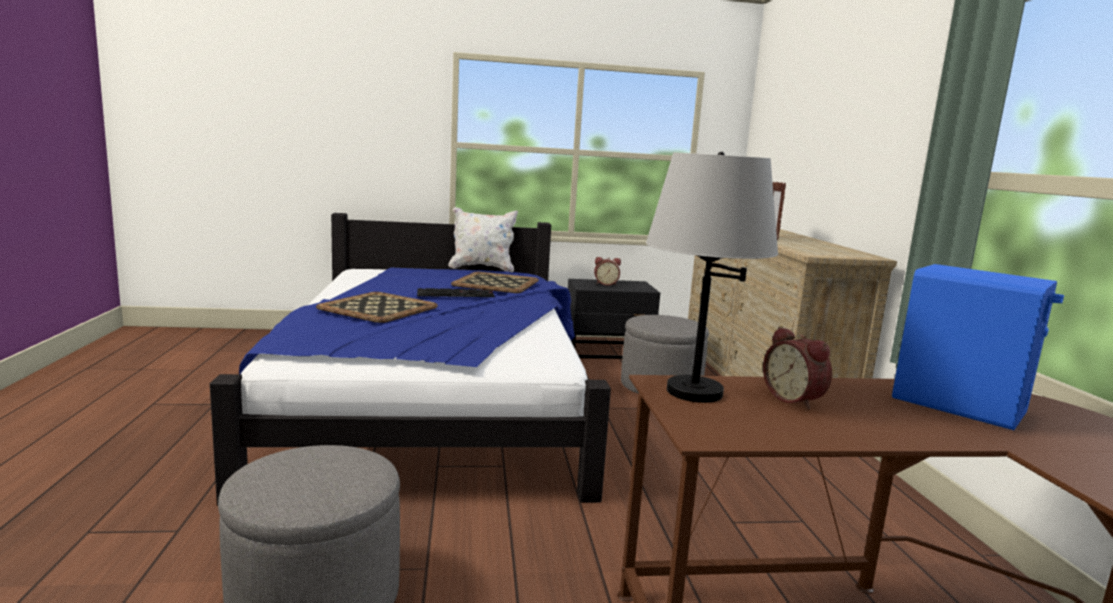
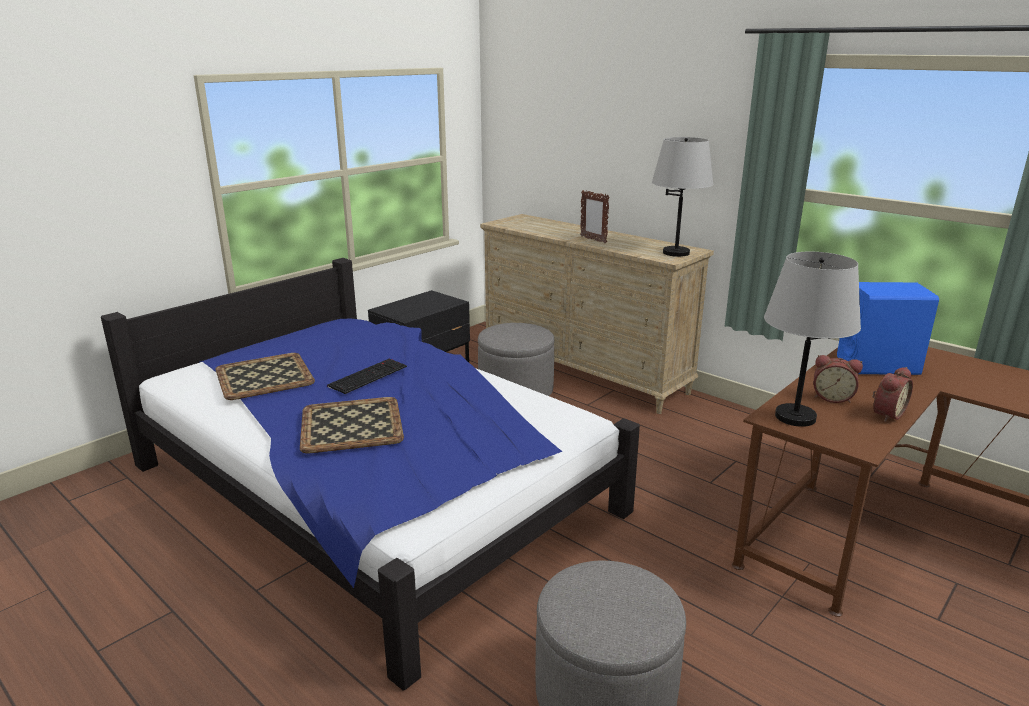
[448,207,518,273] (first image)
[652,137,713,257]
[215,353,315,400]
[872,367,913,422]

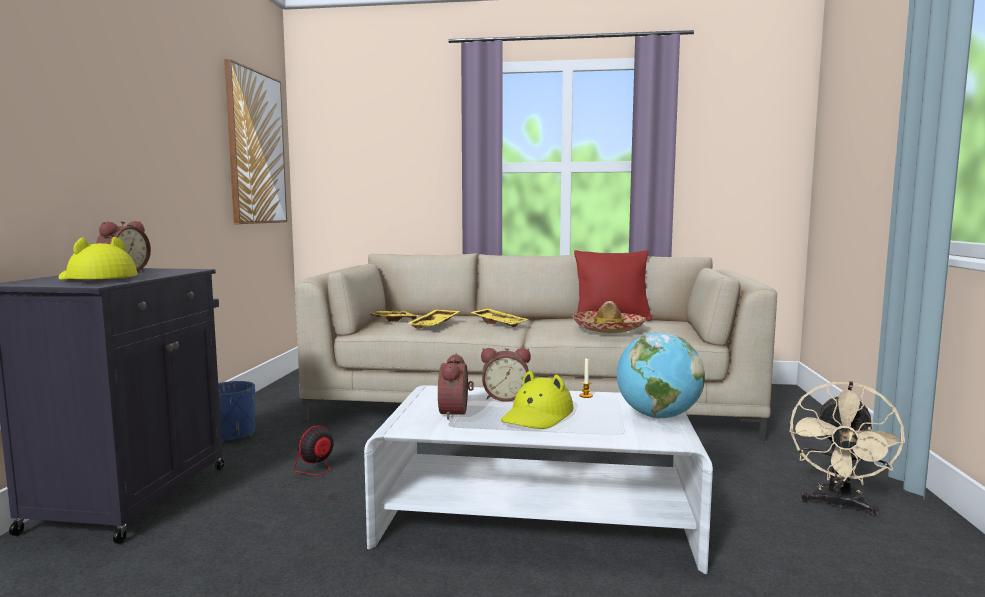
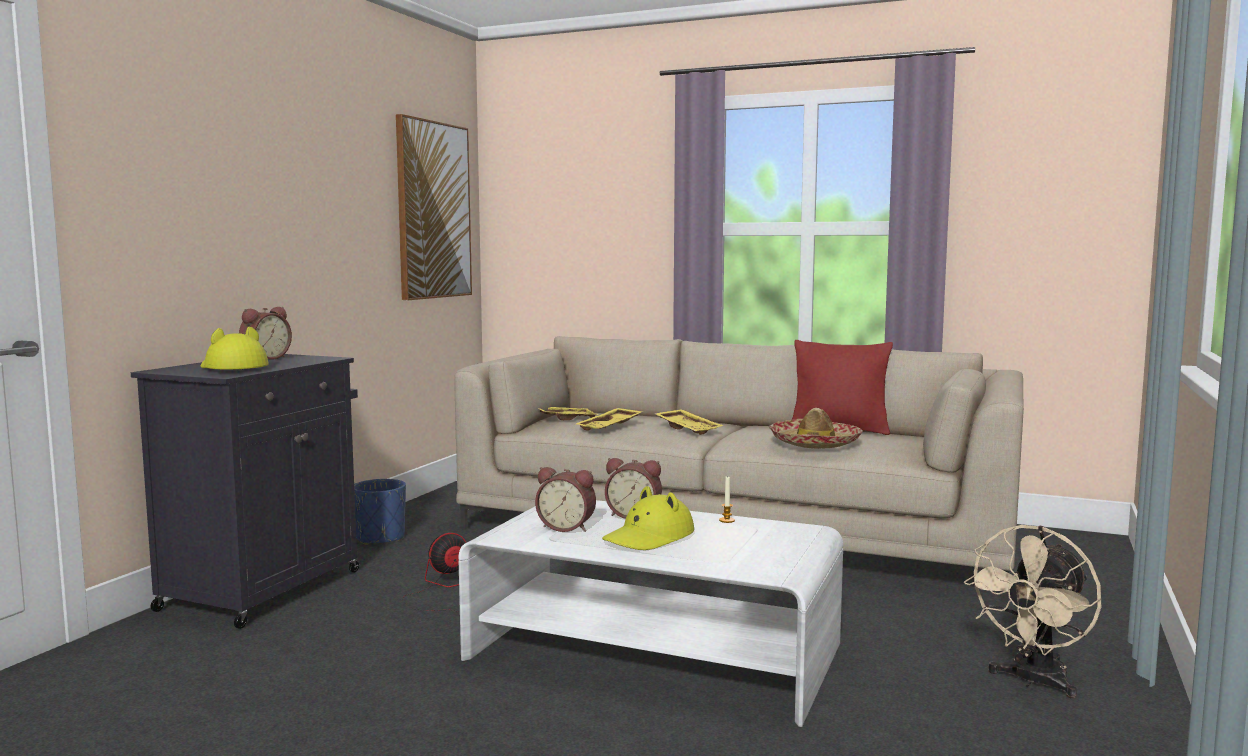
[617,332,705,419] (first image)
[535,467,596,532]

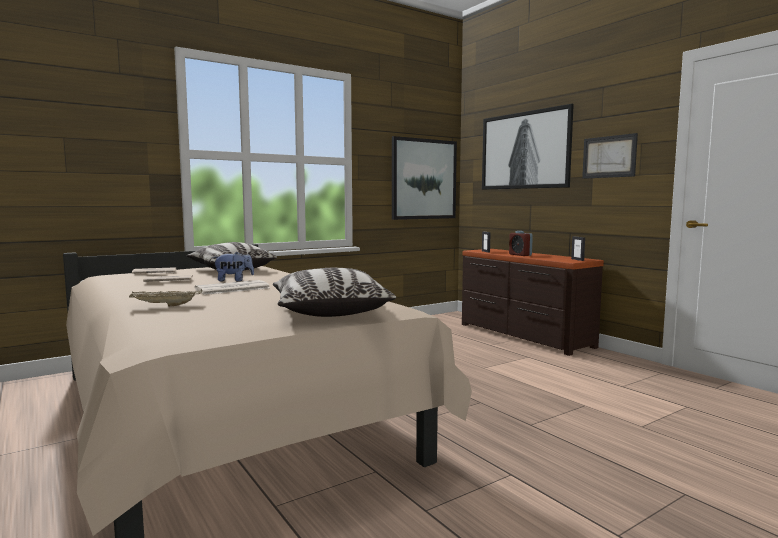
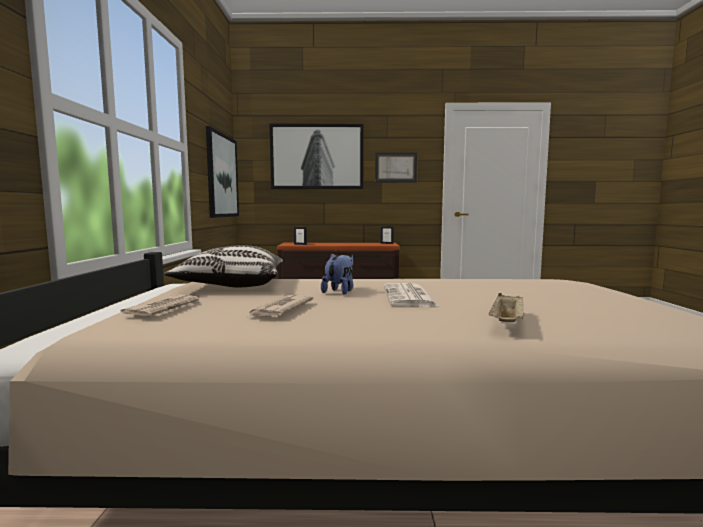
[273,268,396,317] (first image)
[509,231,533,256] (first image)

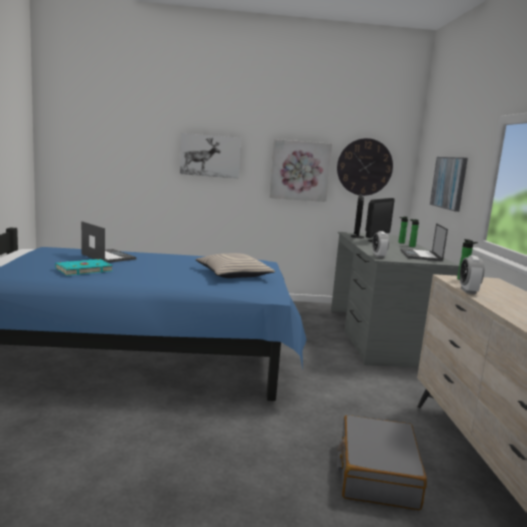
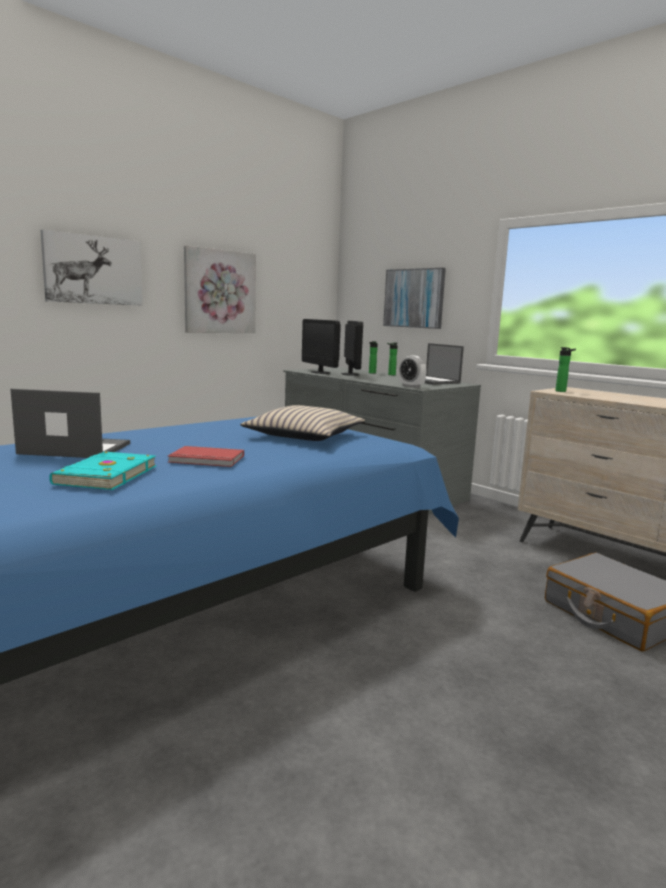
[337,138,393,196] (first image)
[459,255,484,294] (first image)
[168,446,244,467]

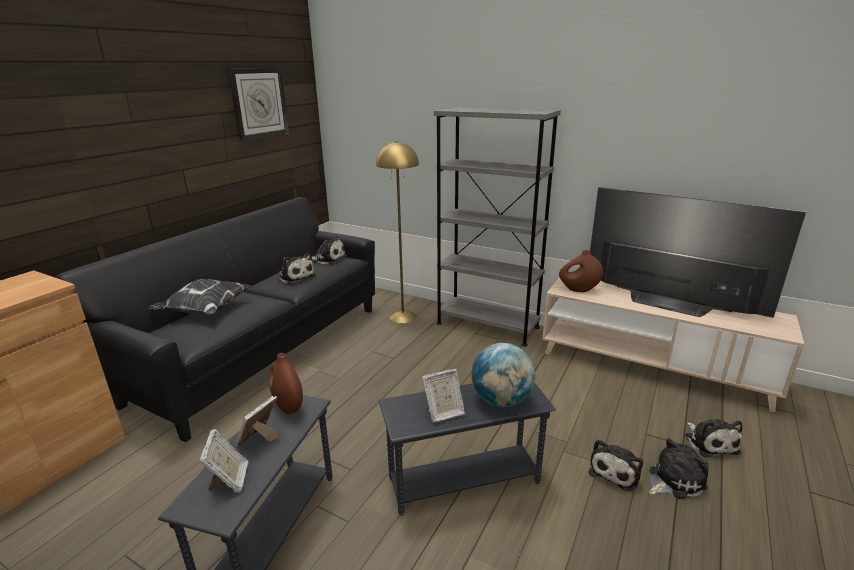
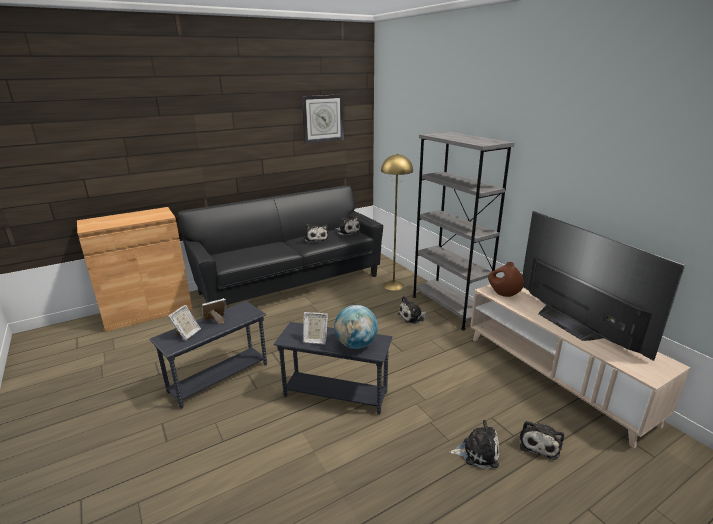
[148,279,250,315] (first image)
[269,353,303,414] (first image)
[398,296,427,324]

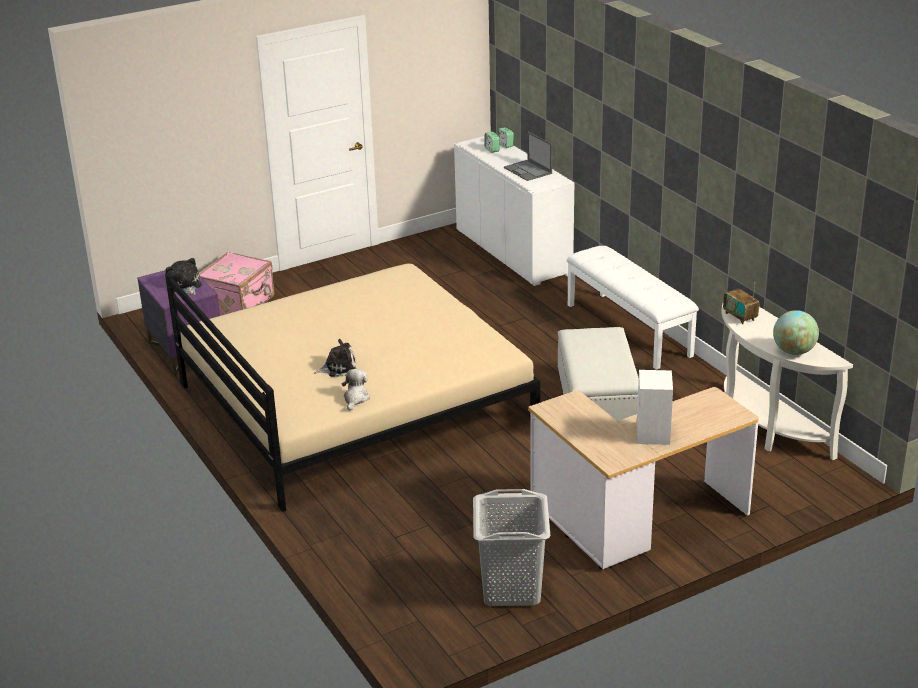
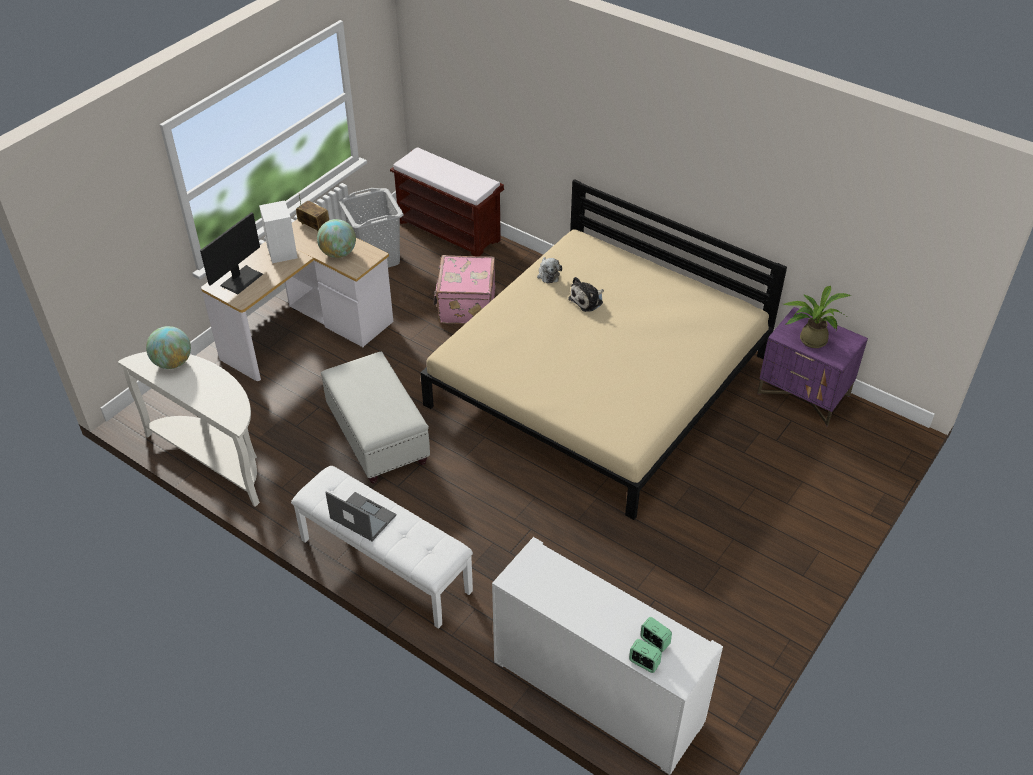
[200,212,263,294]
[317,219,356,258]
[390,147,504,257]
[434,255,495,324]
[325,491,397,541]
[296,195,329,231]
[784,286,851,348]

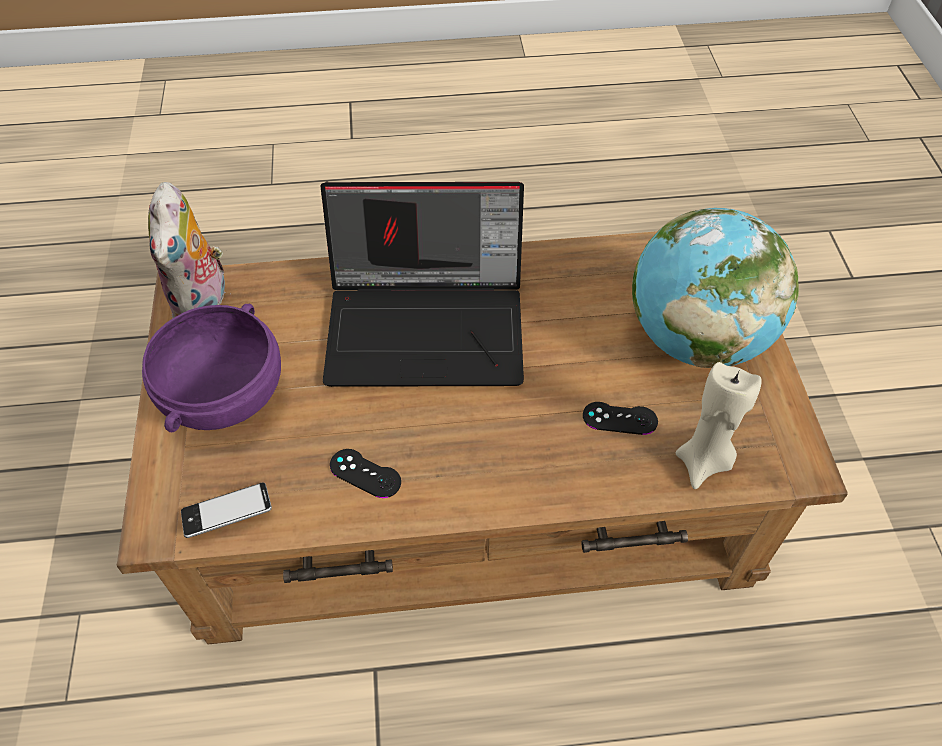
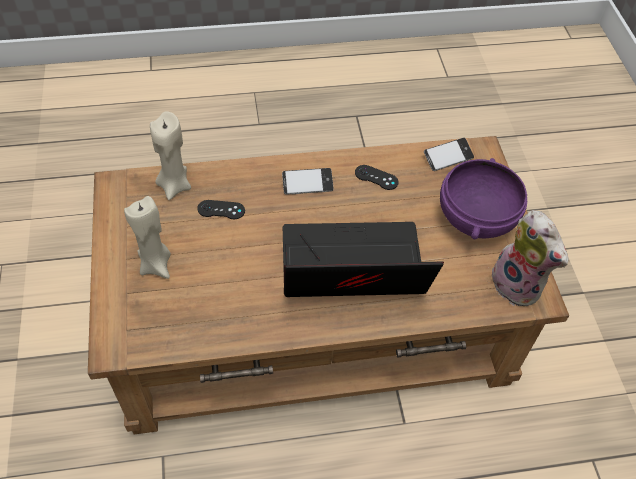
[282,168,334,195]
[124,196,171,279]
[489,210,569,306]

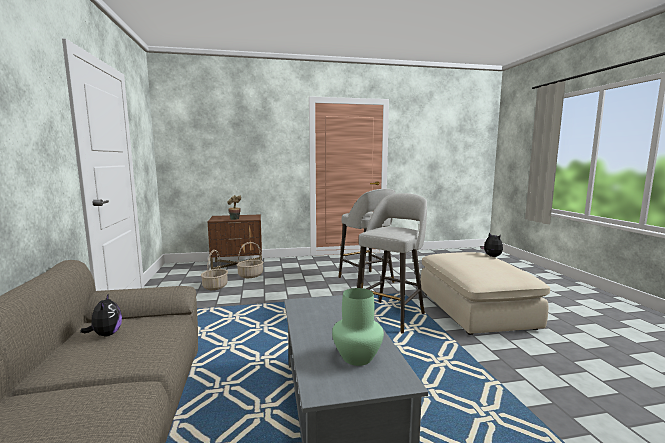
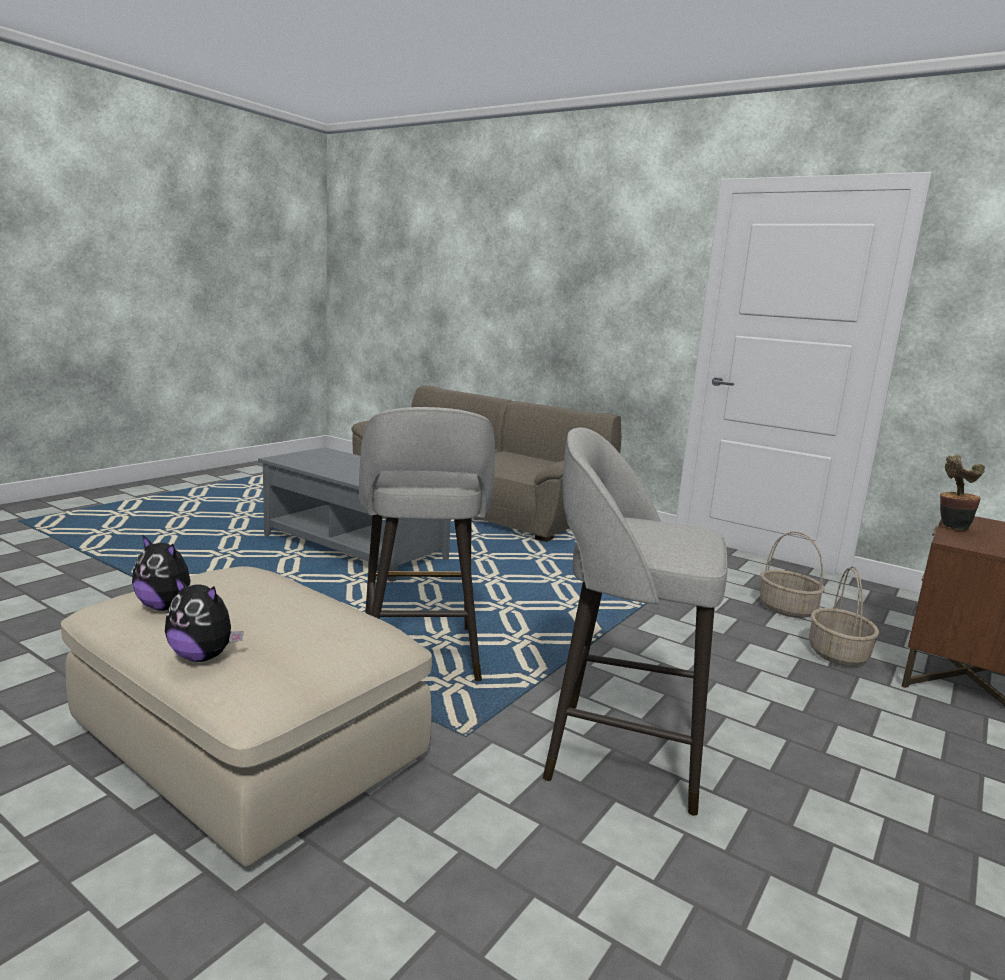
[332,288,384,366] (first image)
[132,535,192,611]

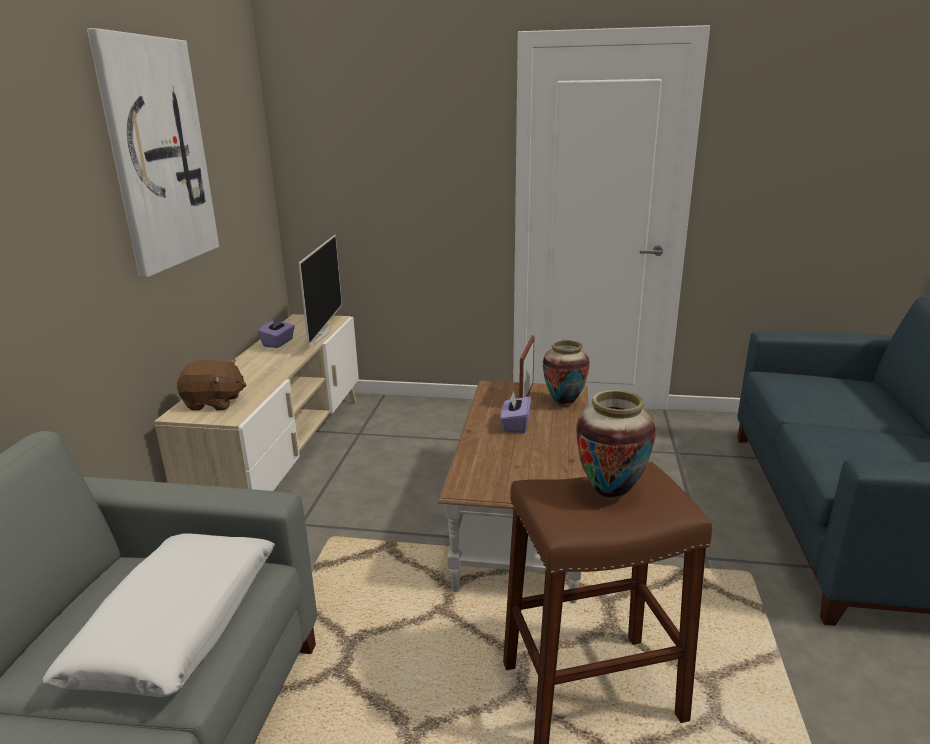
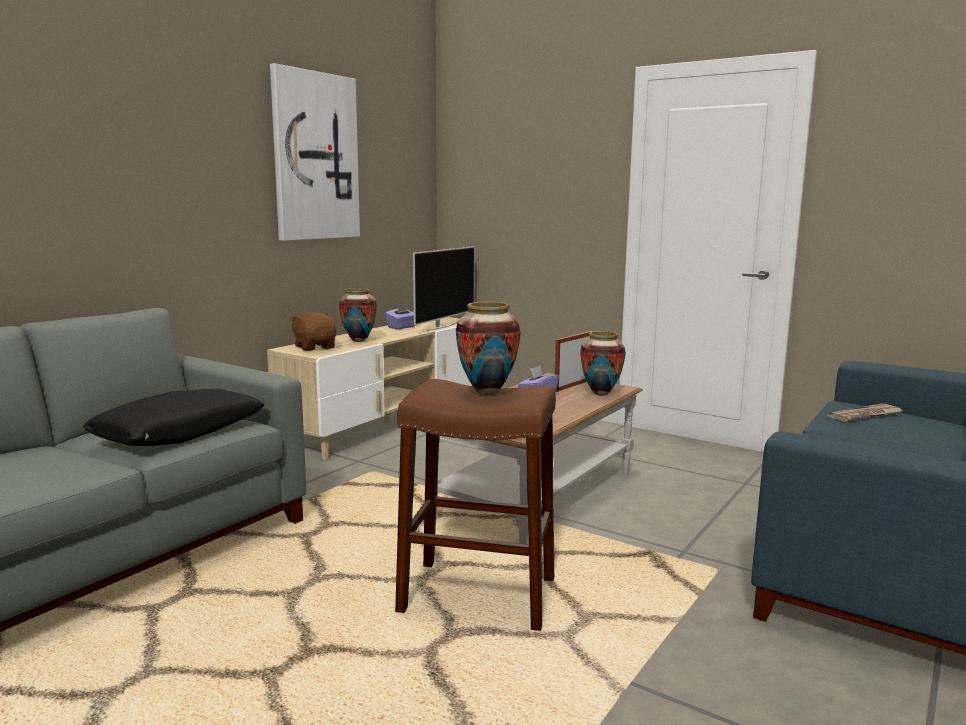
[339,288,377,342]
[827,404,902,422]
[83,389,265,446]
[289,312,337,351]

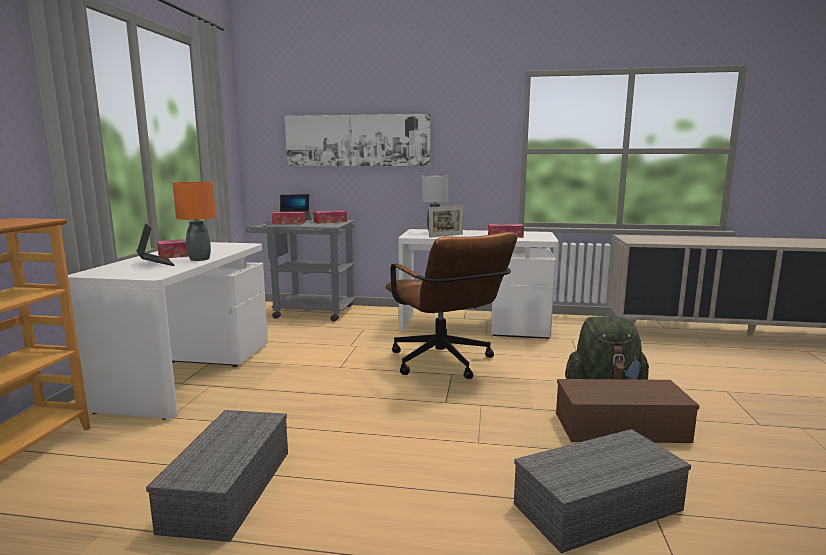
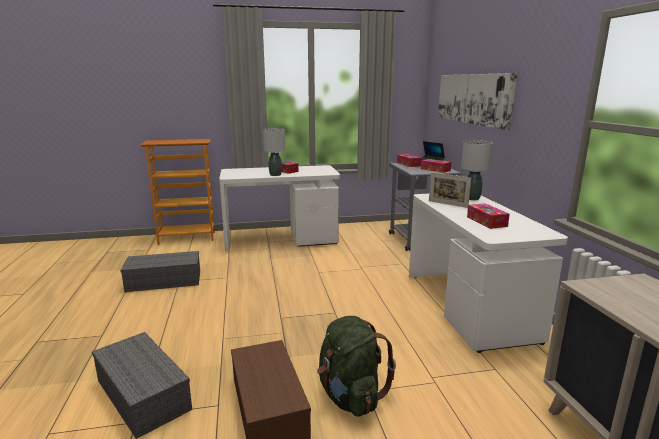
[137,223,175,266] (first image)
[385,232,518,379] (first image)
[263,128,286,176]

